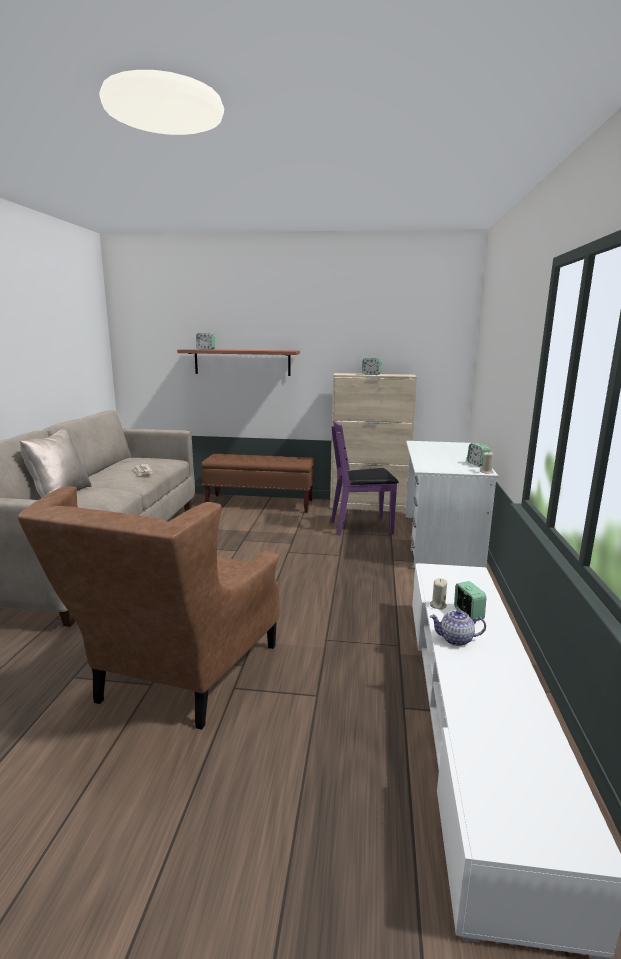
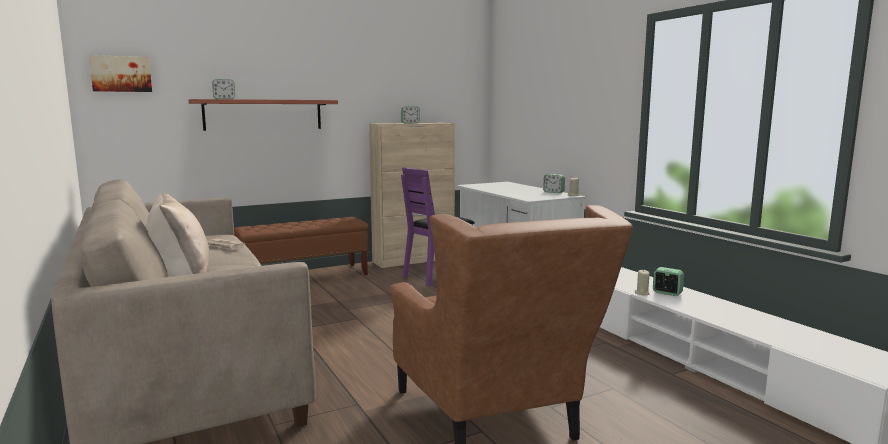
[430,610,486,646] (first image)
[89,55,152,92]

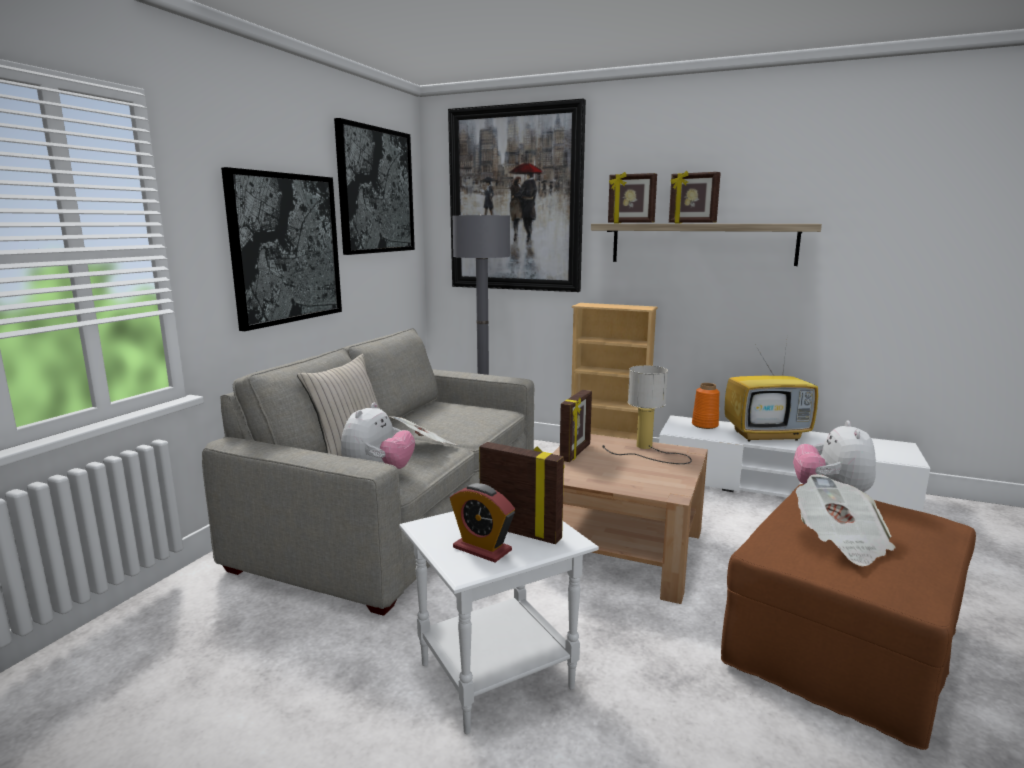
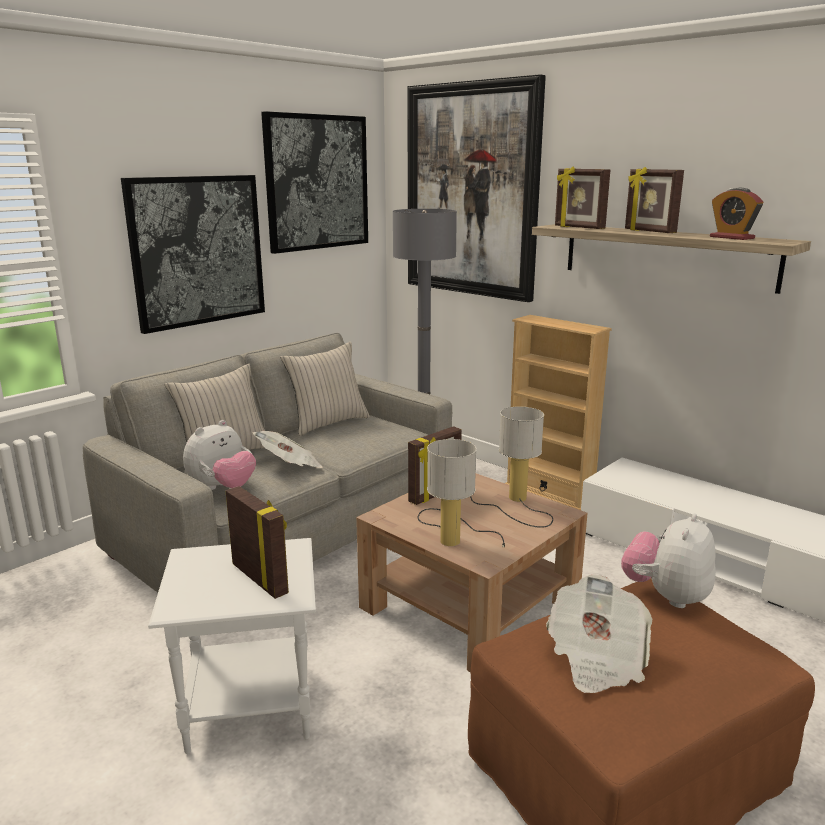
[692,383,720,429] (first image)
[725,342,818,442] (first image)
[280,342,370,436]
[418,439,505,548]
[710,188,763,240]

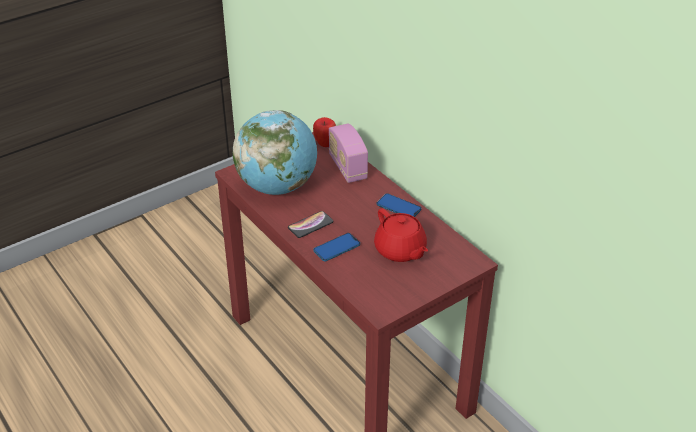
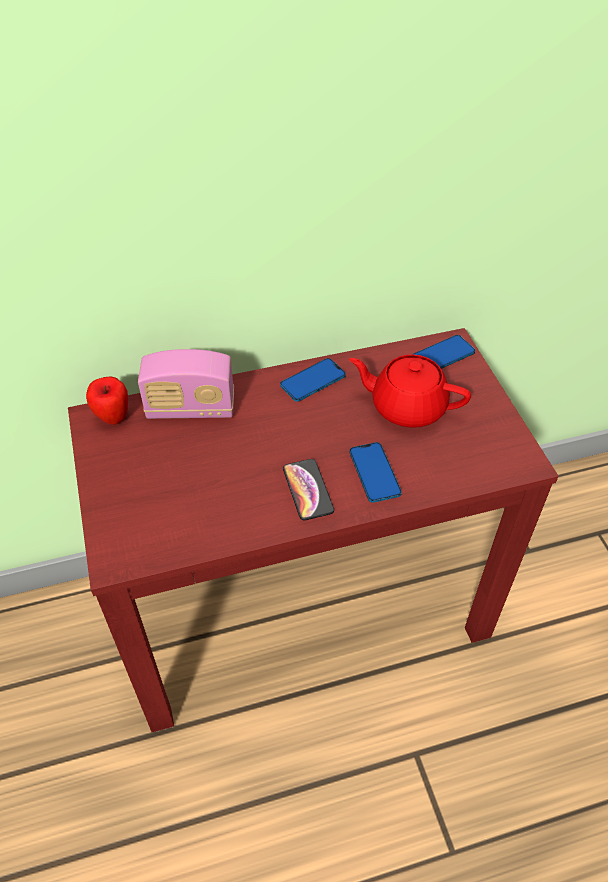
[233,110,317,195] (first image)
[413,335,475,369]
[349,354,471,428]

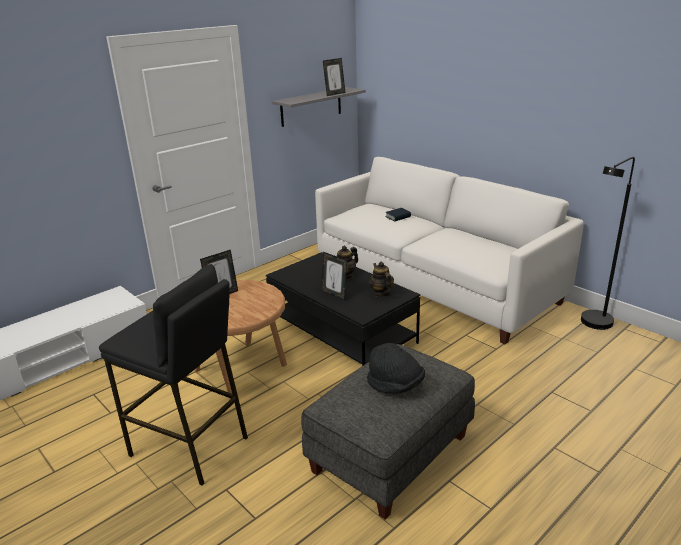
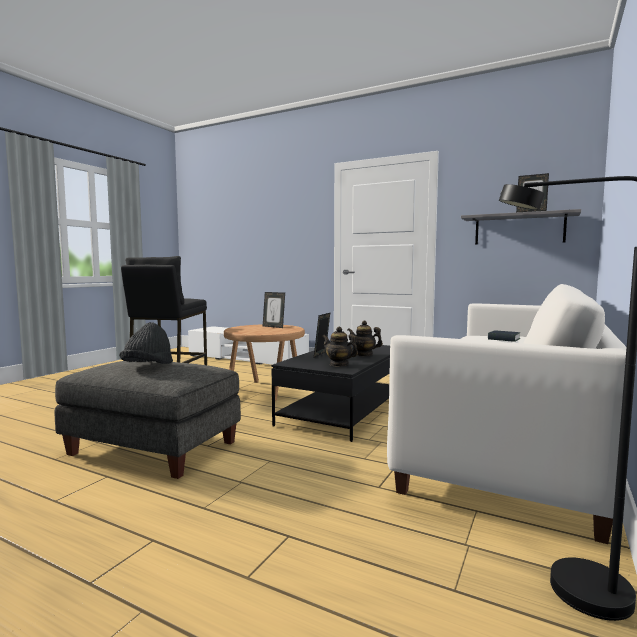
[322,326,358,367]

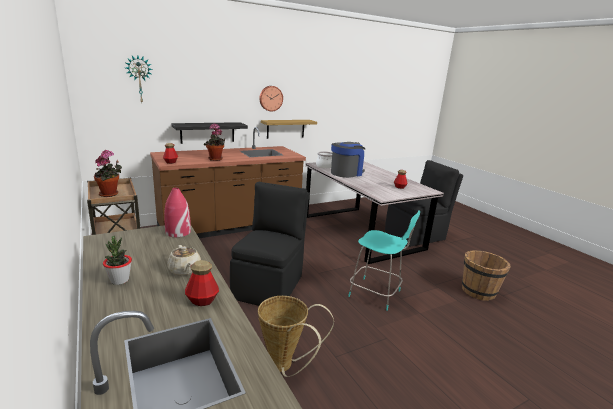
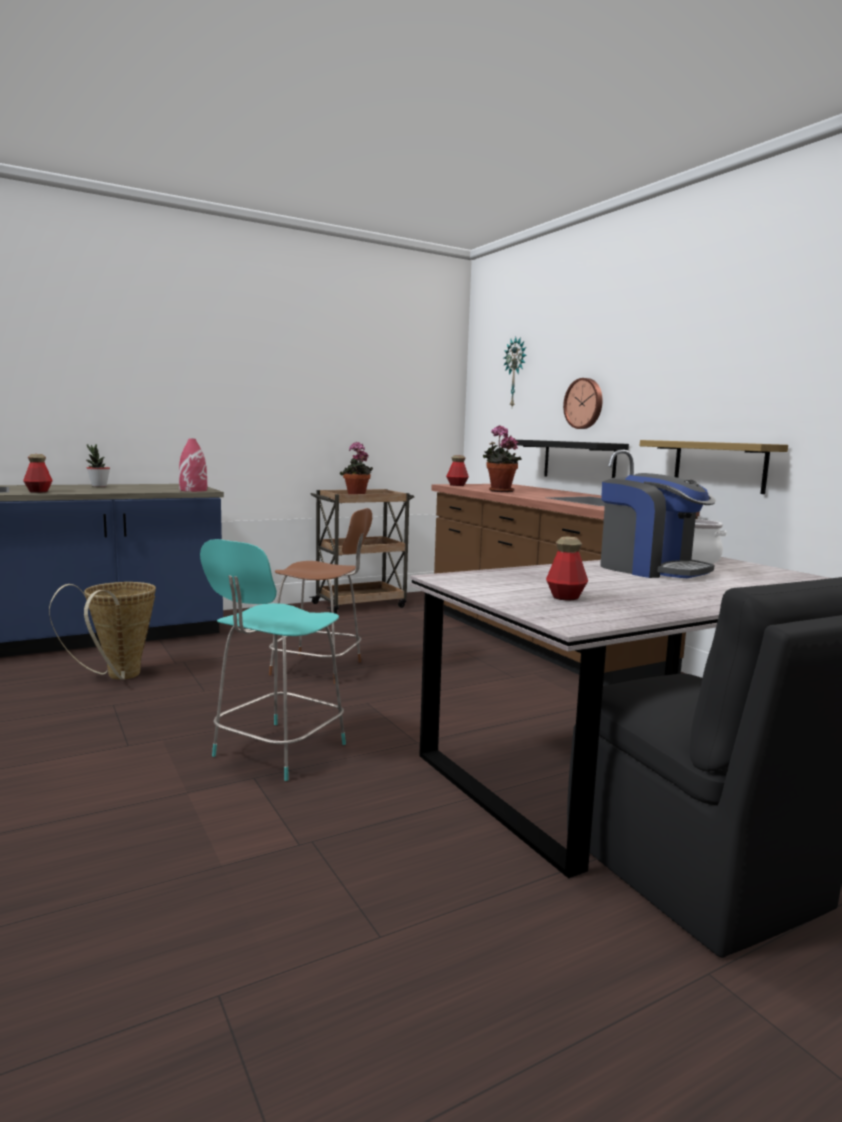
[167,245,201,276] (first image)
[462,250,511,301] (first image)
[563,378,603,429]
[269,508,372,684]

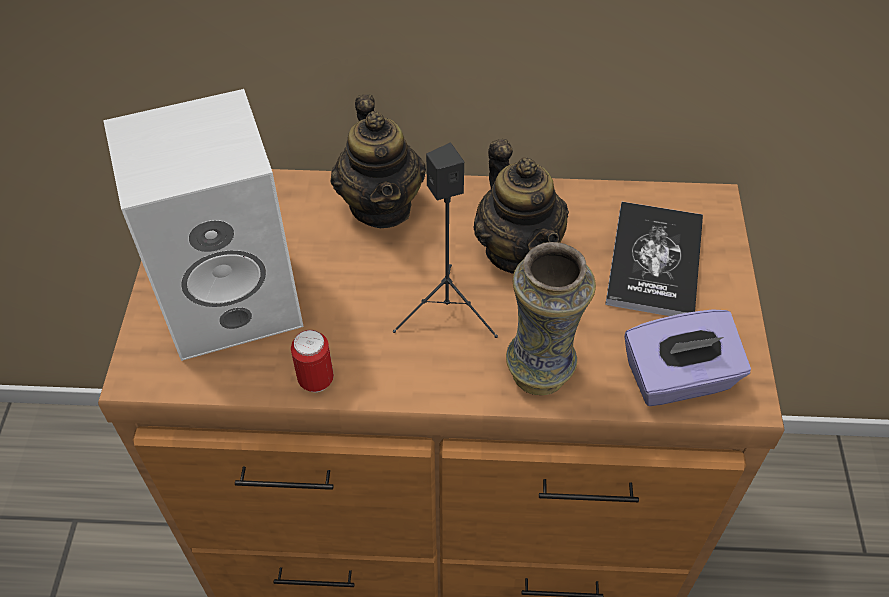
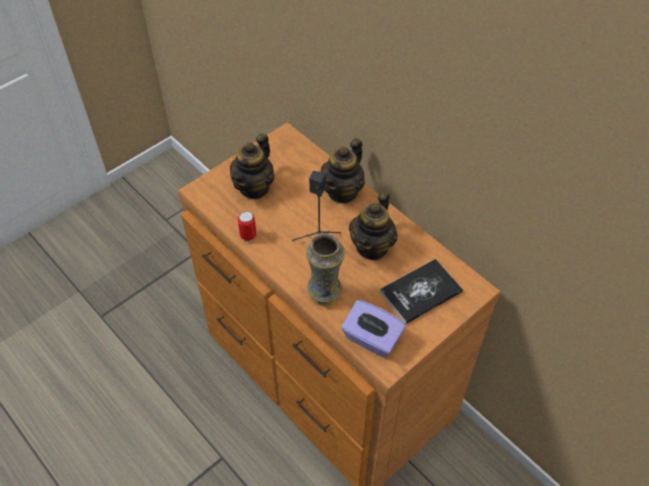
[230,133,275,199]

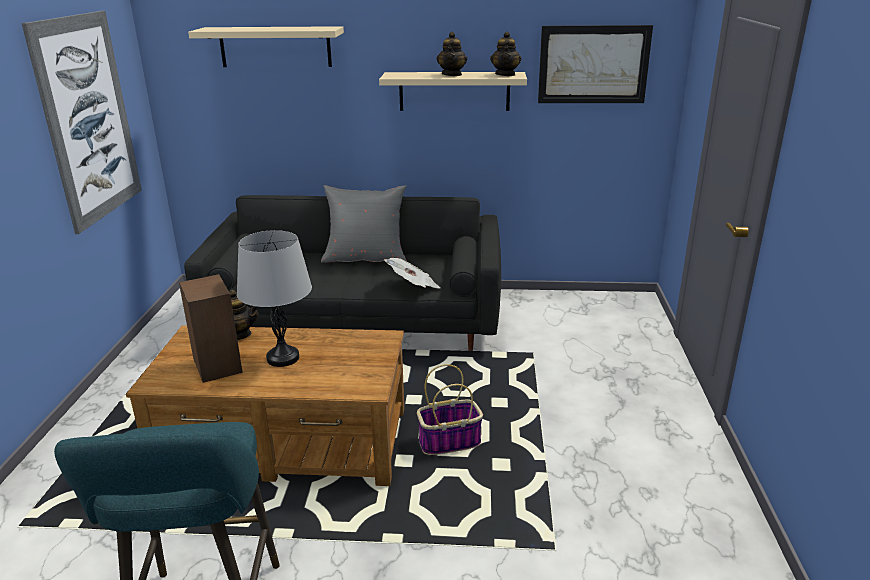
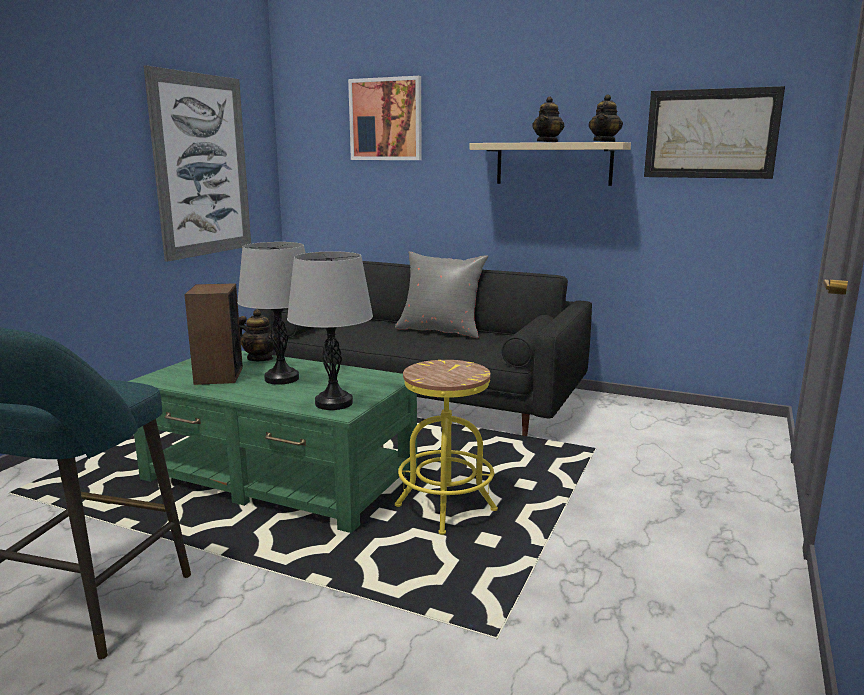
[384,258,440,289] (first image)
[287,251,373,410]
[348,76,422,160]
[395,360,498,535]
[127,351,417,533]

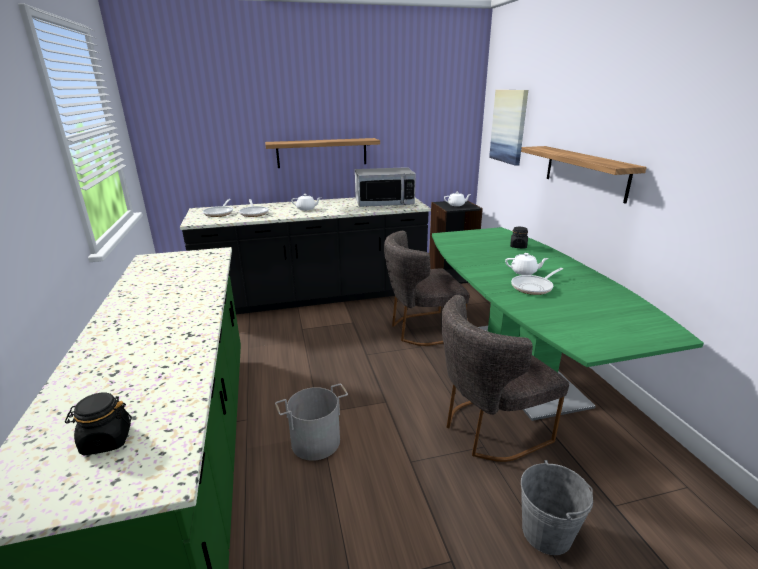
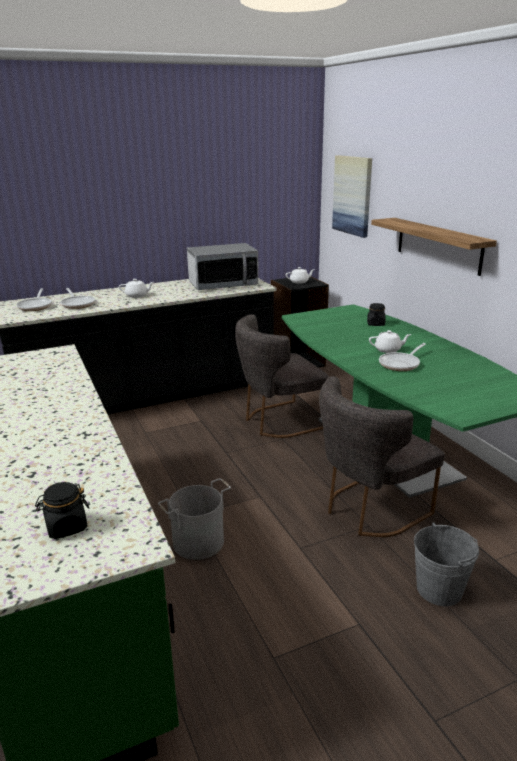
[265,138,380,168] (first image)

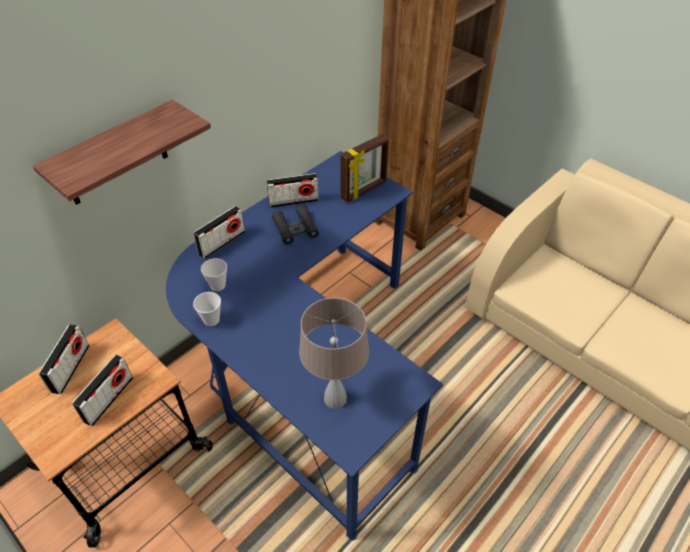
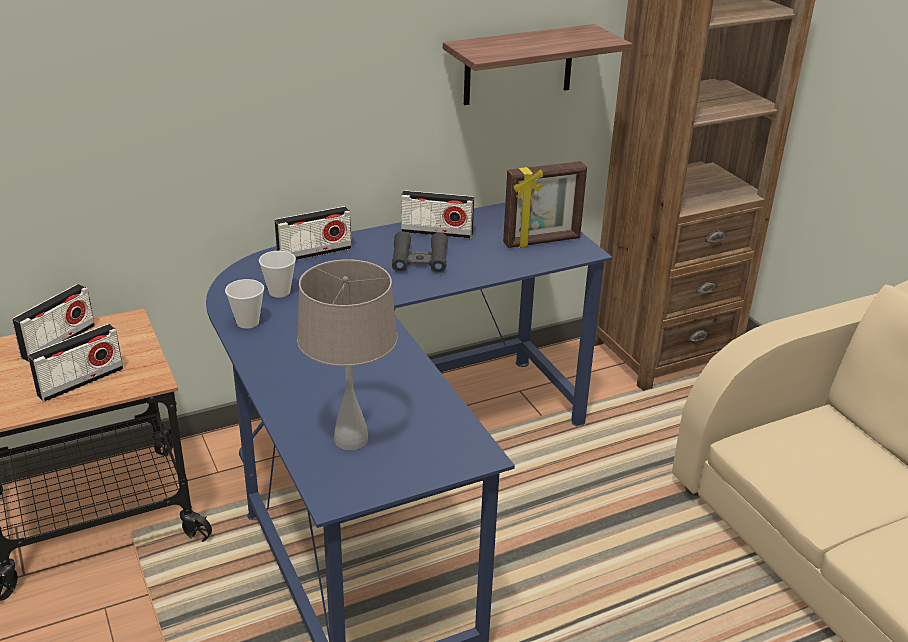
[443,24,632,105]

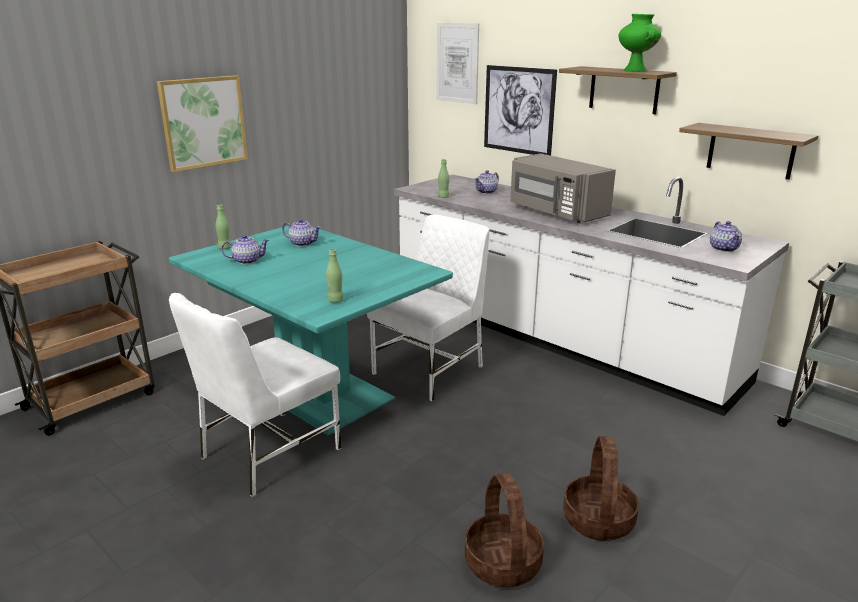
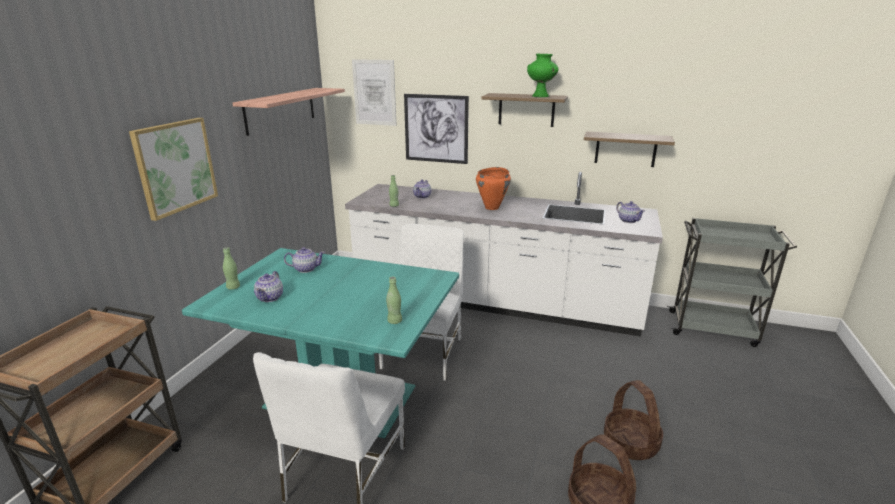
[233,88,345,136]
[476,167,511,210]
[254,271,283,302]

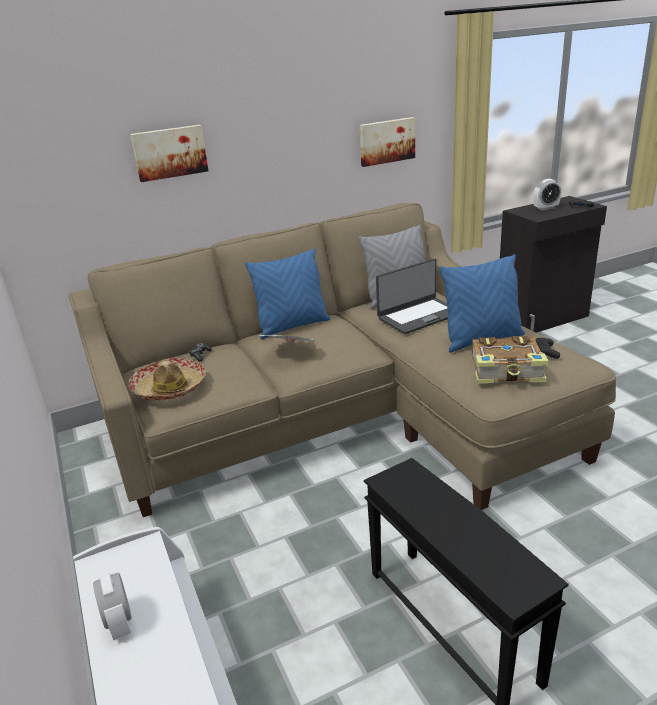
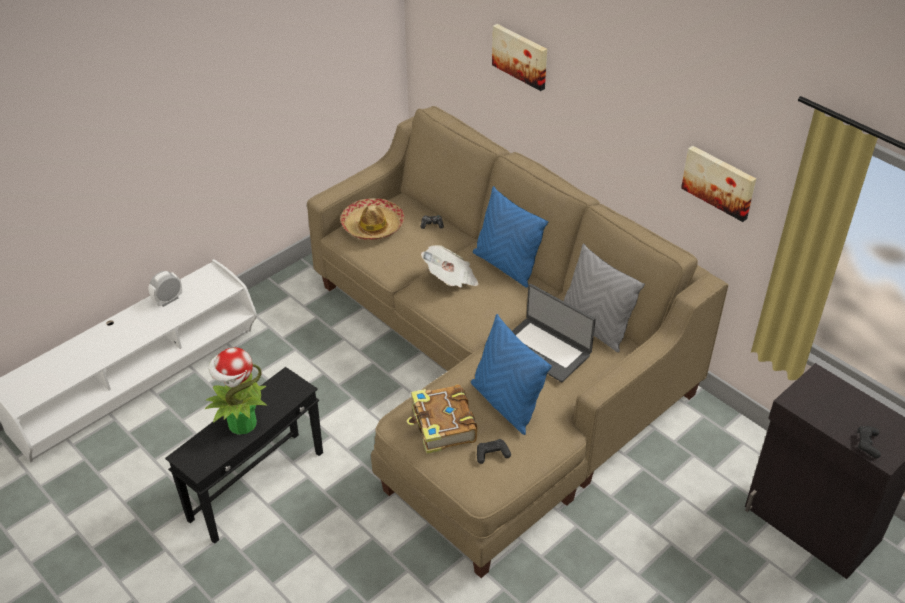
[533,179,562,211] (first image)
[205,347,267,435]

